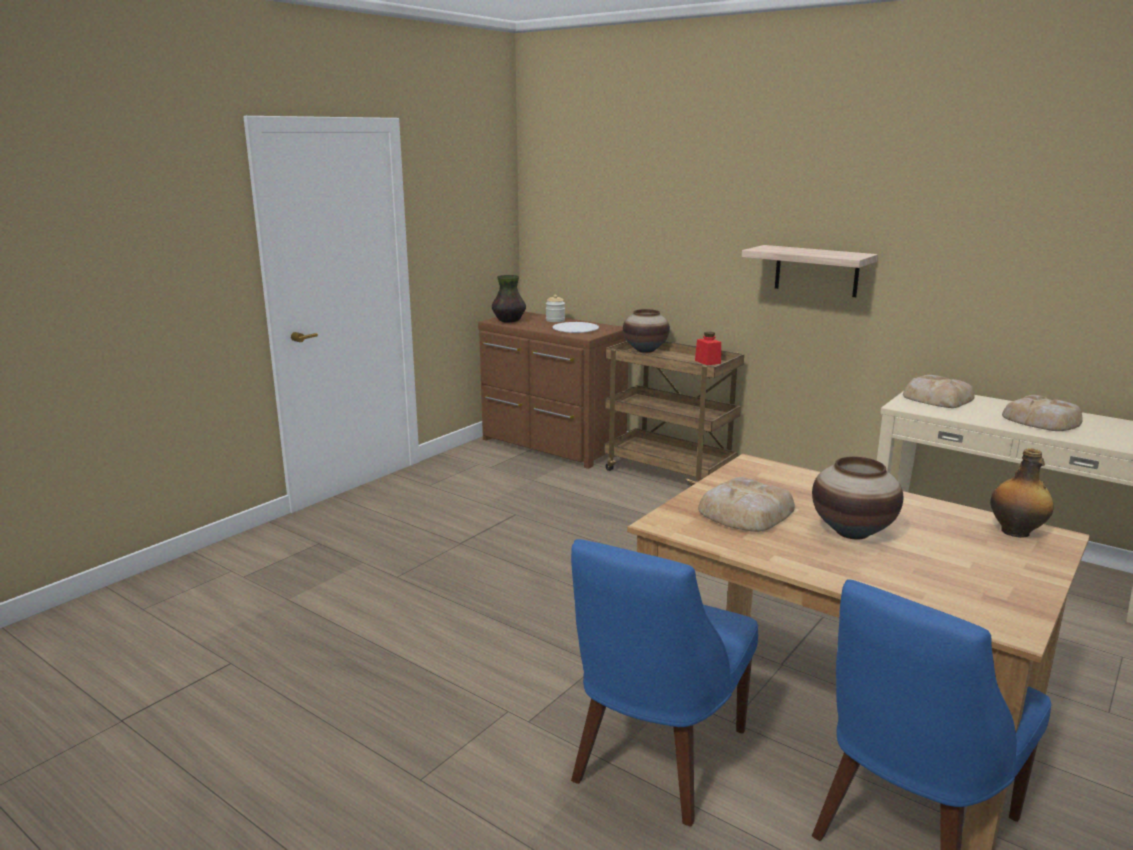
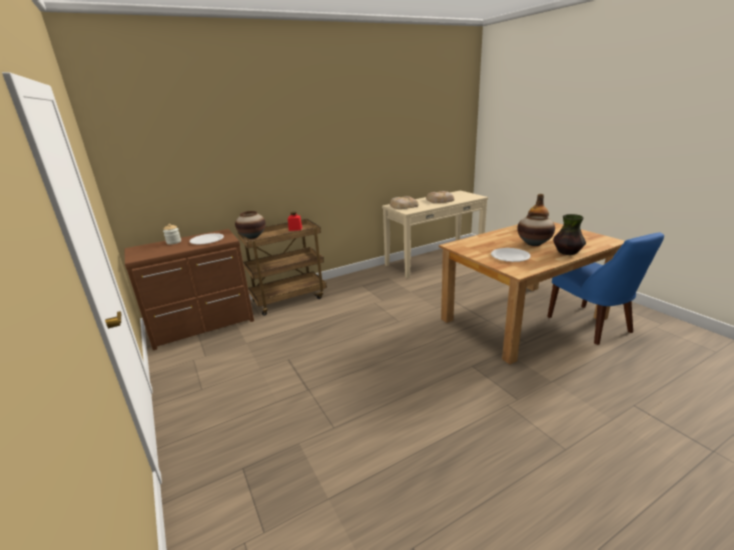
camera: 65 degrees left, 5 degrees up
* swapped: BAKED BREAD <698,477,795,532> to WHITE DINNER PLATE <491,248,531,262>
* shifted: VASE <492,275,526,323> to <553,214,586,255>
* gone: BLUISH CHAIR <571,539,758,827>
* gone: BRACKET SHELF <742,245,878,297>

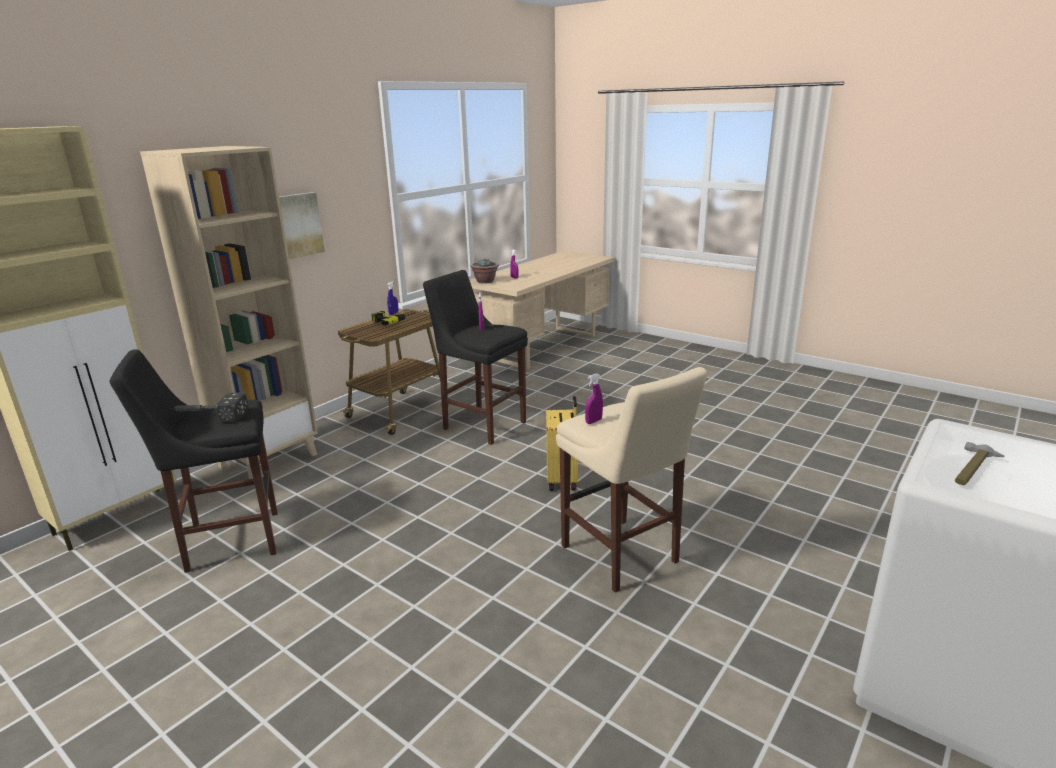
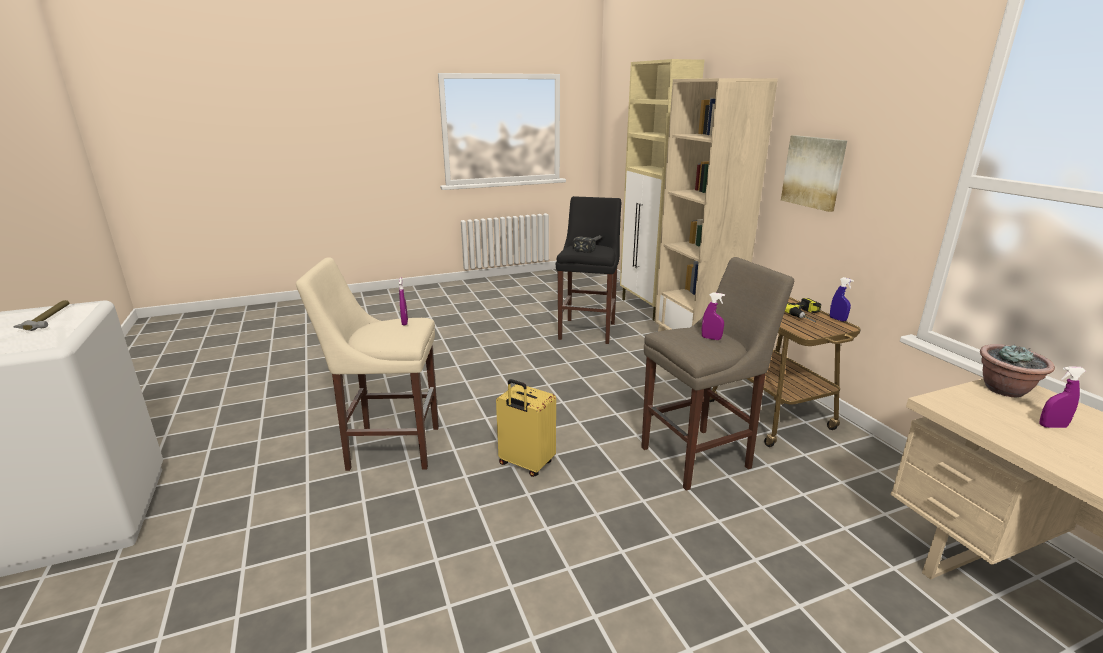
camera: 120 degrees right, 0 degrees up
* repainted: BLACK-COLOURED STOOL <423,270,528,445> to BEIGE STOOL <641,257,794,491>

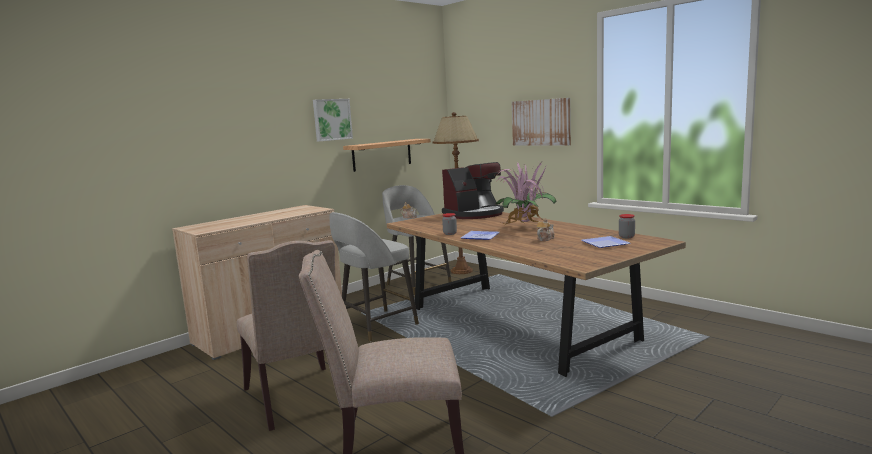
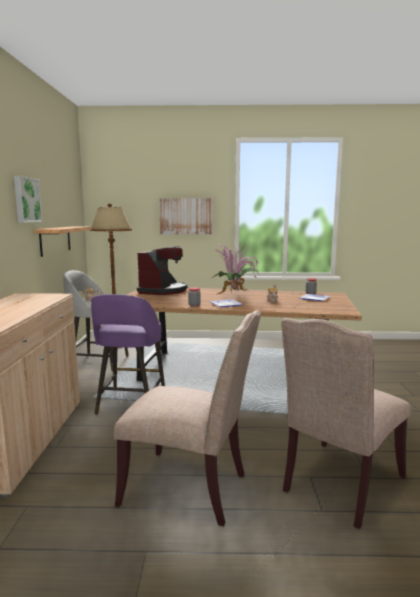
camera: 45 degrees left, 0 degrees up
* repainted: GRAY STOOL <330,212,419,342> to PURPLISH STOOL <91,294,165,415>

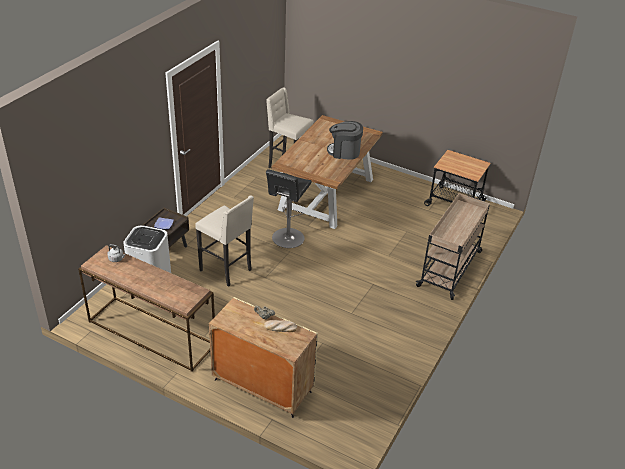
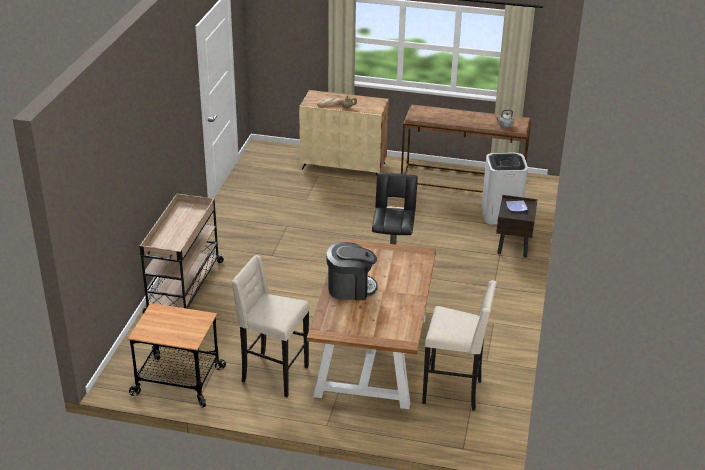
camera: 165 degrees right, 5 degrees down
* shifted: BEIGE STOOL <195,195,254,287> to <232,255,310,397>

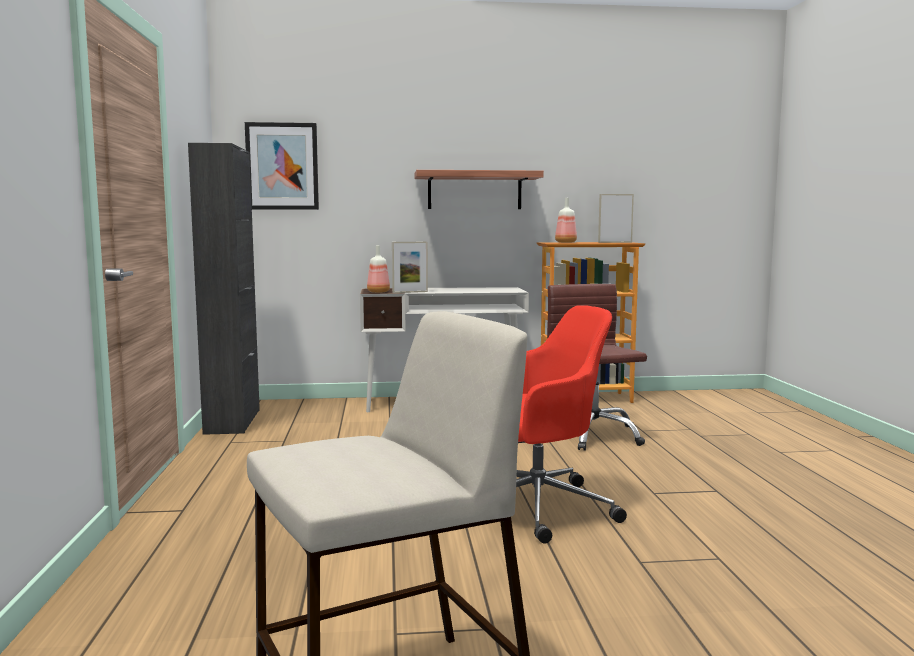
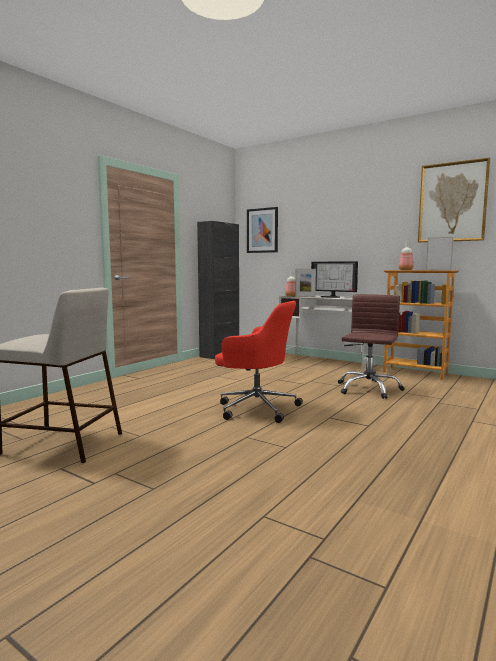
camera: 40 degrees right, 0 degrees up
* new: COMPUTER SCREEN <311,261,358,298>
* new: WALL ART <418,158,490,242>
* gone: BRACKET SHELF <415,170,544,209>

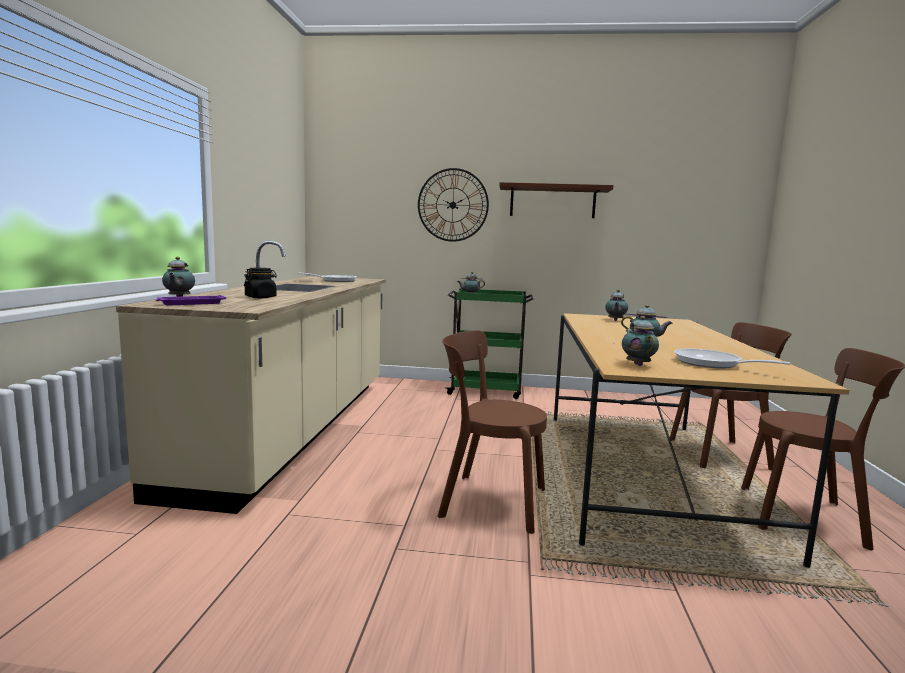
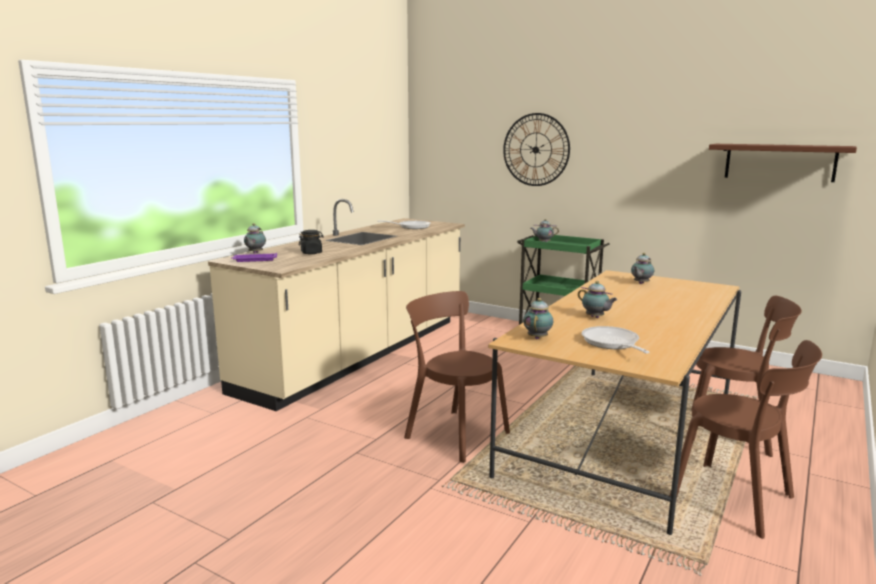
camera: 25 degrees right, 5 degrees up
* shifted: BROWN BRACKET SHELF <499,182,614,218> to <709,144,857,182>

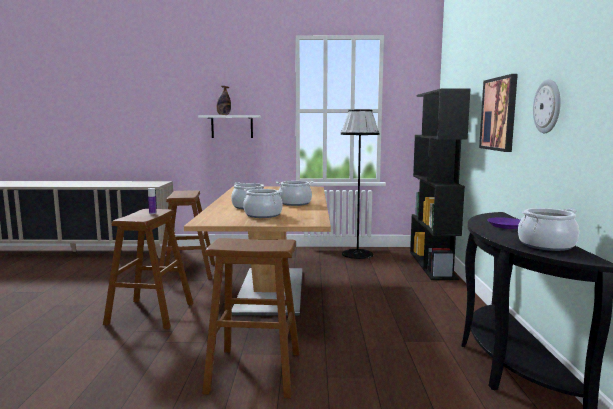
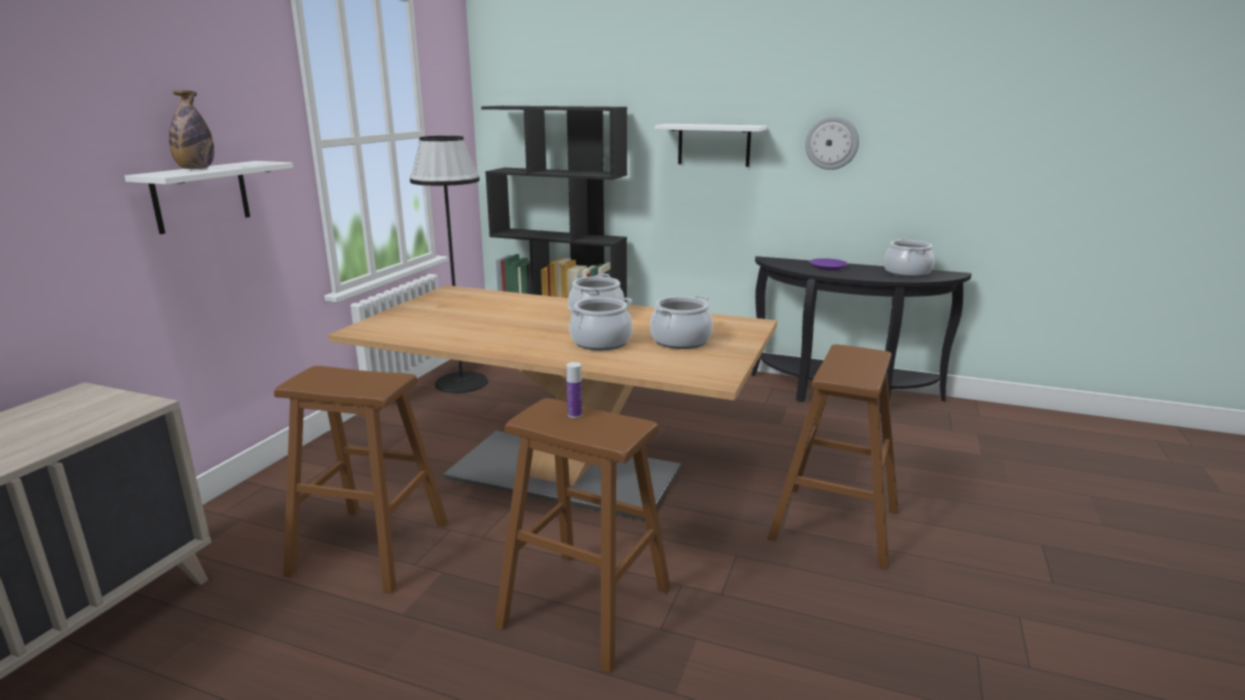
camera: 70 degrees left, 10 degrees up
* swapped: WALL ART <479,74,518,152> to WHITE BRACKET SHELF <655,124,767,167>

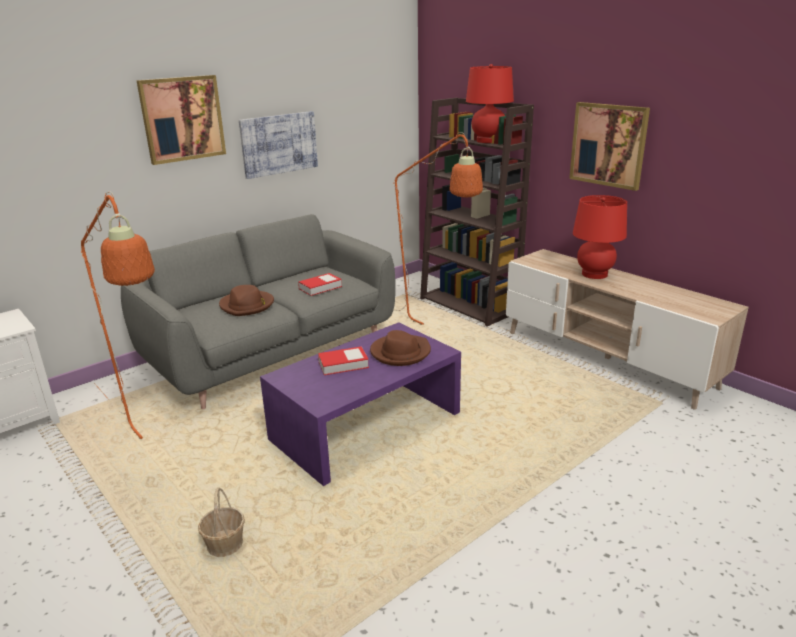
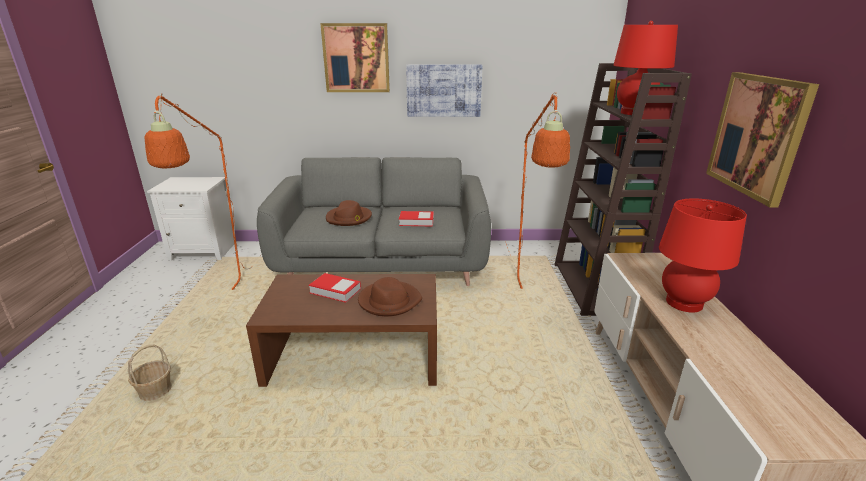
camera: 40 degrees right, 0 degrees up
* repainted: PURPLISH COFFEE TABLE <260,322,461,486> to BROWN COFFEE TABLE <246,274,437,387>

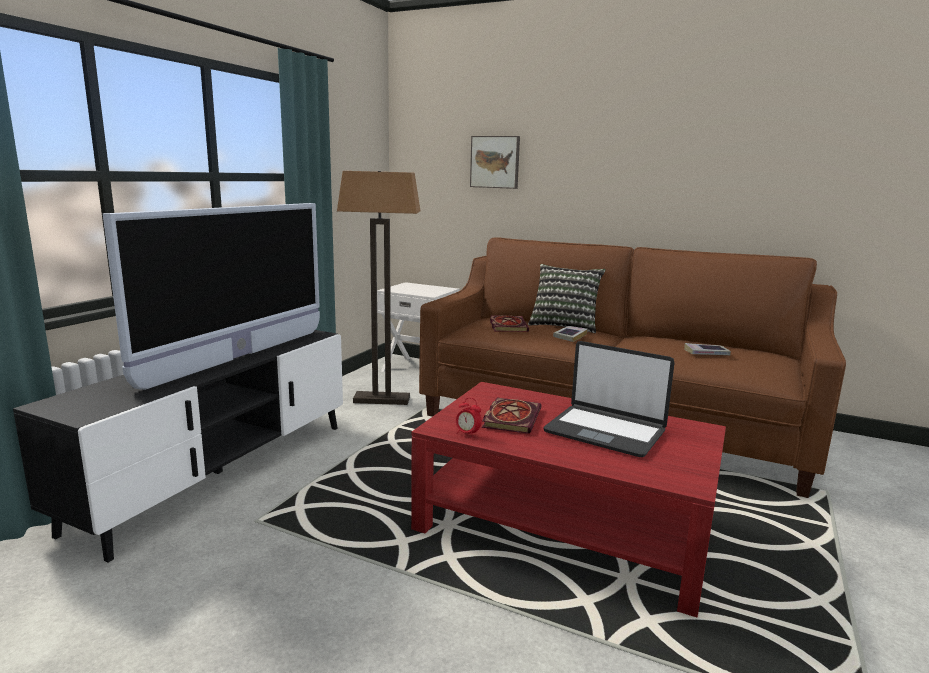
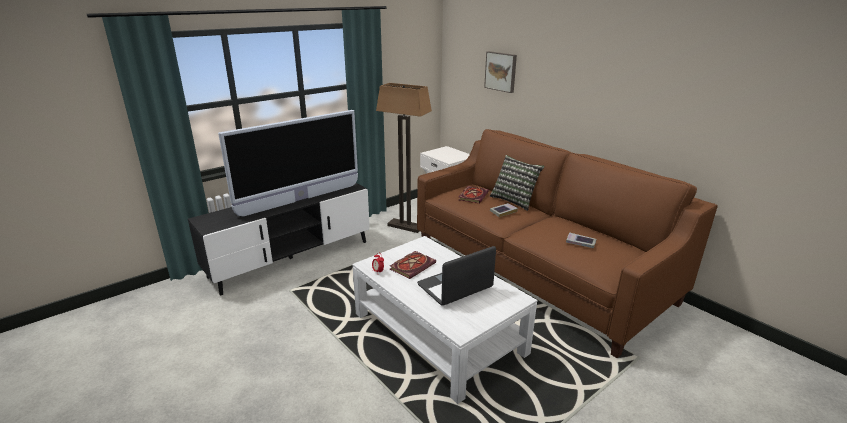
camera: 25 degrees right, 10 degrees up
* repainted: REDDISH COFFEE TABLE <411,382,726,617> to WHITE COFFEE TABLE <352,236,537,404>
* rotated: PORTABLE COMPUTER <543,341,675,457> = <417,246,496,306> 90 degrees clockwise

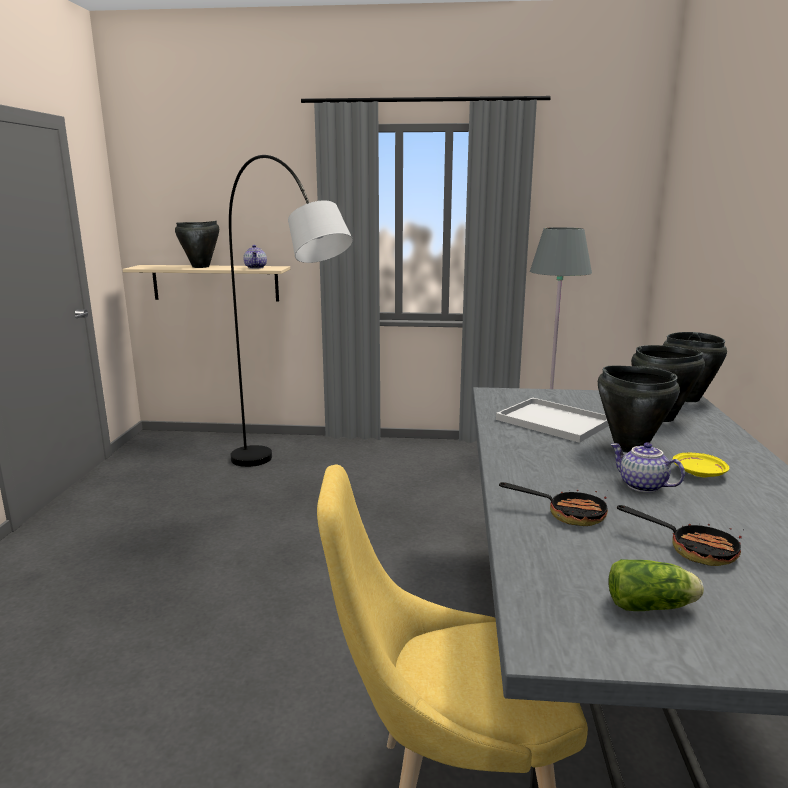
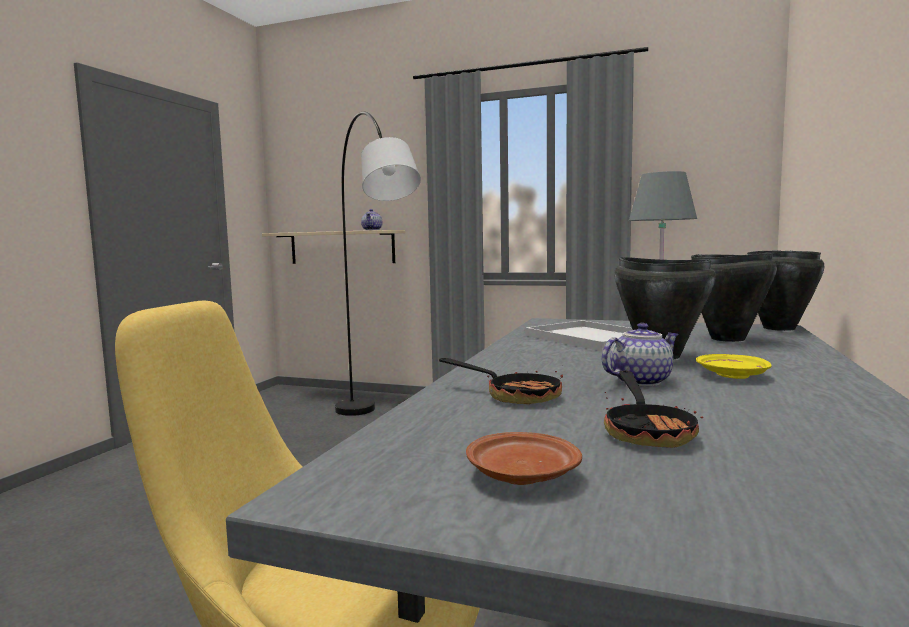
camera: 15 degrees right, 10 degrees down
* swapped: HEAD OF LETTUCE <608,559,704,611> to BROWN DINNER PLATE <466,432,582,485>
* rotated: TEA POT <611,442,685,493> = <602,323,679,386> 90 degrees clockwise
* rotated: SKILLET <617,505,742,566> = <604,370,703,448> 45 degrees clockwise
* gone: BLACK-COLOURED COOKING POT <175,221,219,268>

